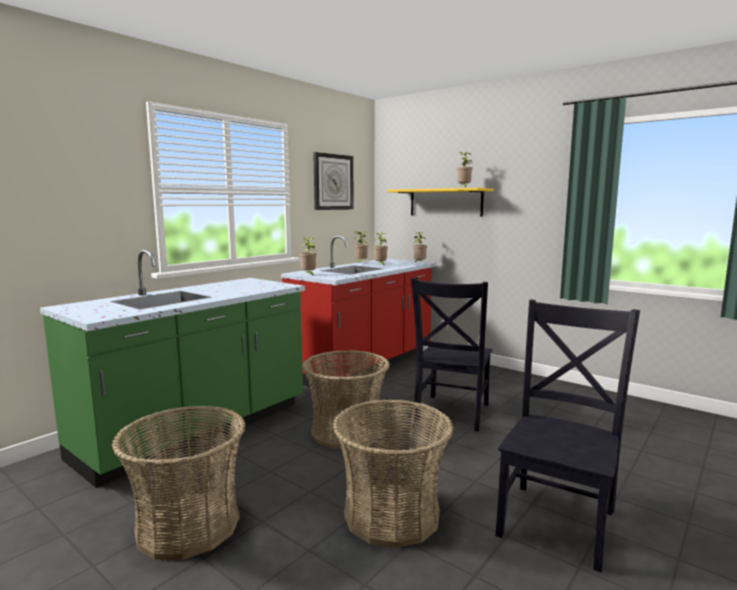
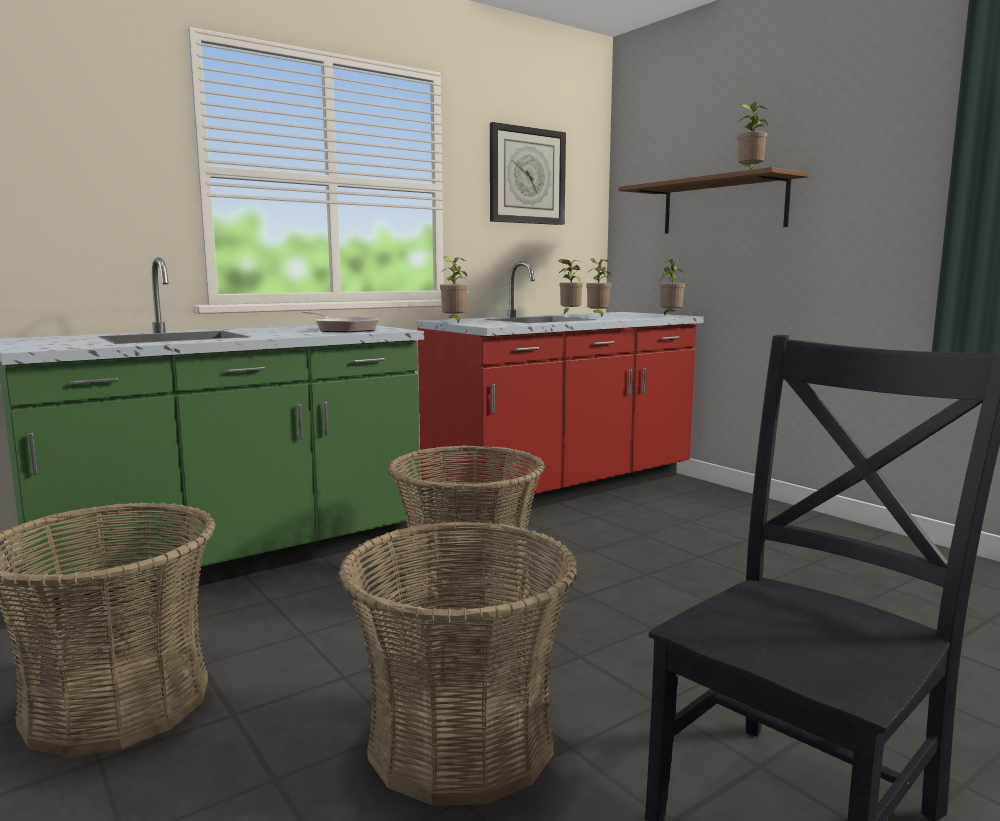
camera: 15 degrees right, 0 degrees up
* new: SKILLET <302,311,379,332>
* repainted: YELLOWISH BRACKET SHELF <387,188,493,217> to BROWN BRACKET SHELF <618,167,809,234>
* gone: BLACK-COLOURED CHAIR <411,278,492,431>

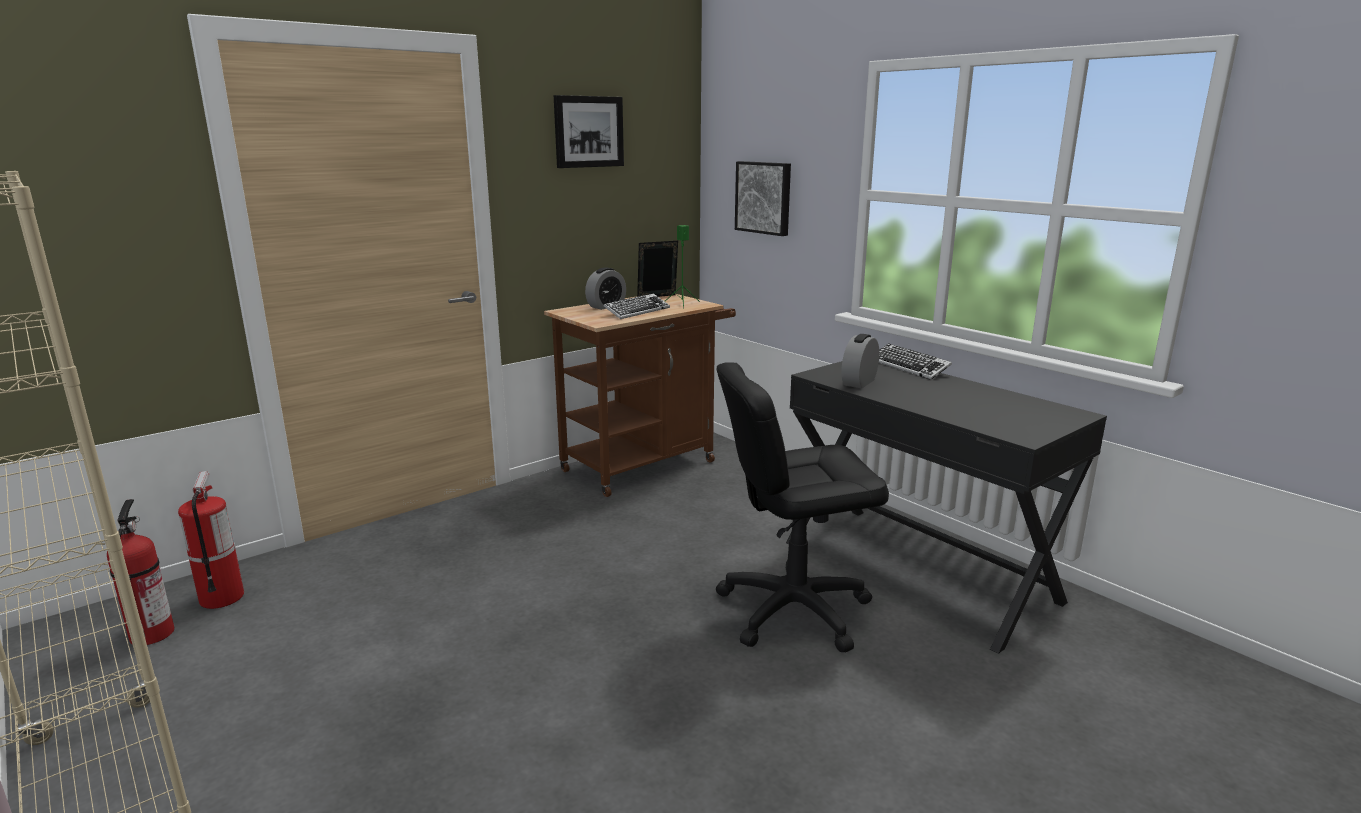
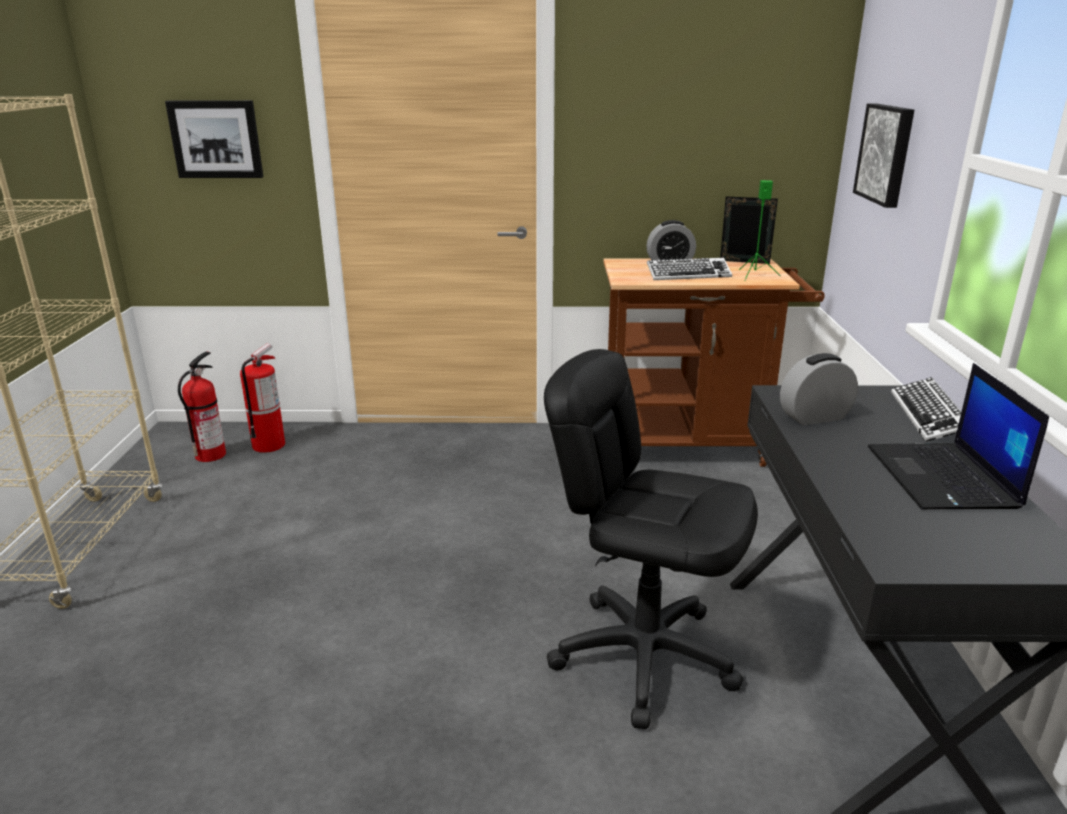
camera: 40 degrees right, 5 degrees up
* shifted: WALL ART <554,95,624,168> to <165,100,263,178>
* new: PORTABLE COMPUTER <868,363,1049,509>

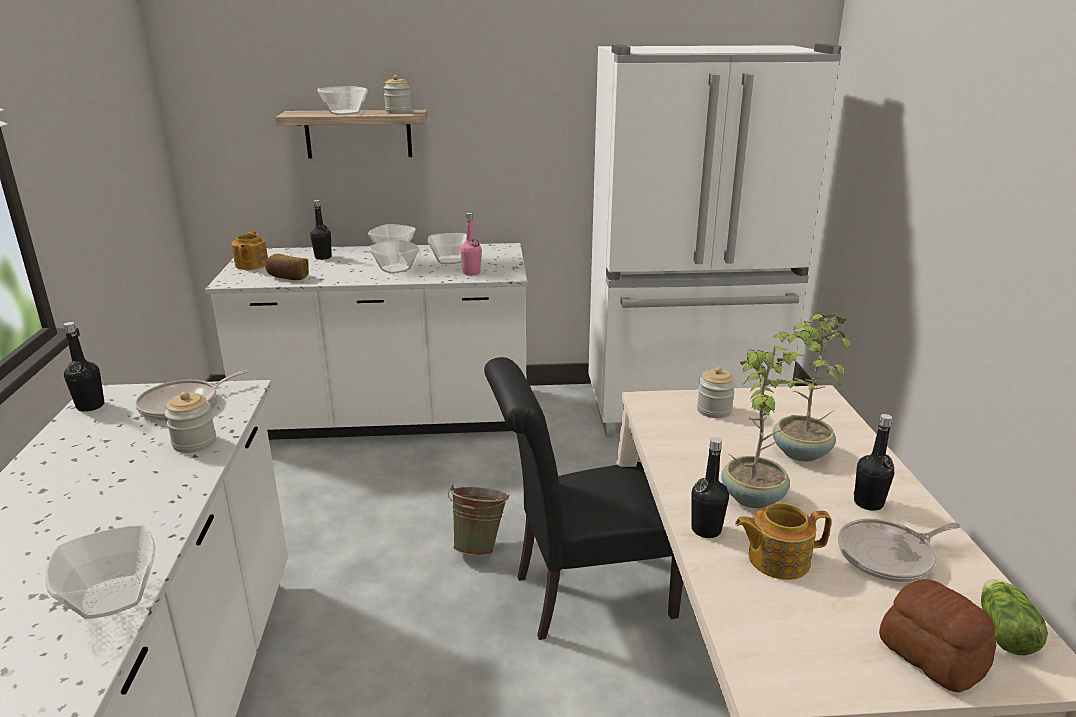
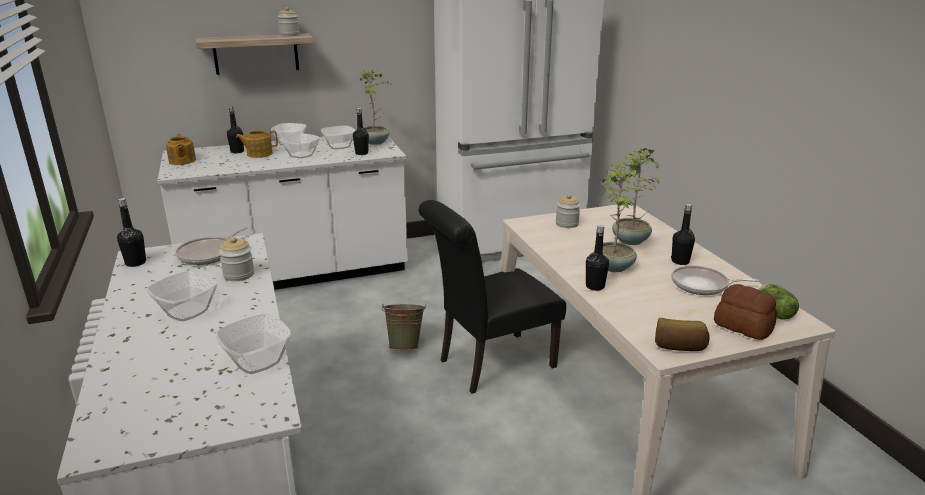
camera: 15 degrees left, 0 degrees up
* shifted: BOWL <317,86,368,115> to <147,271,218,321>
* shifted: TEA POT <735,503,832,580> to <236,130,278,158>
* repainted: PINK-COLOURED BOTTLE <460,213,482,276> to BLACK-COLOURED BOTTLE <353,108,369,155>
* new: PLANT IN A POT <360,69,391,145>
* shifted: BAKED BREAD <265,254,309,280> to <655,318,710,351>
* rotated: SKILLET <838,519,961,582> = <671,266,759,295> 45 degrees clockwise

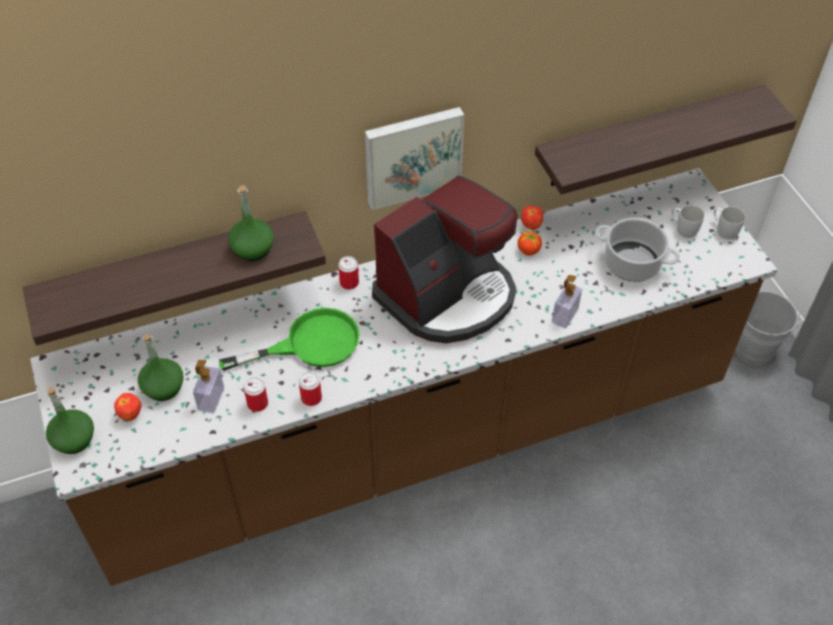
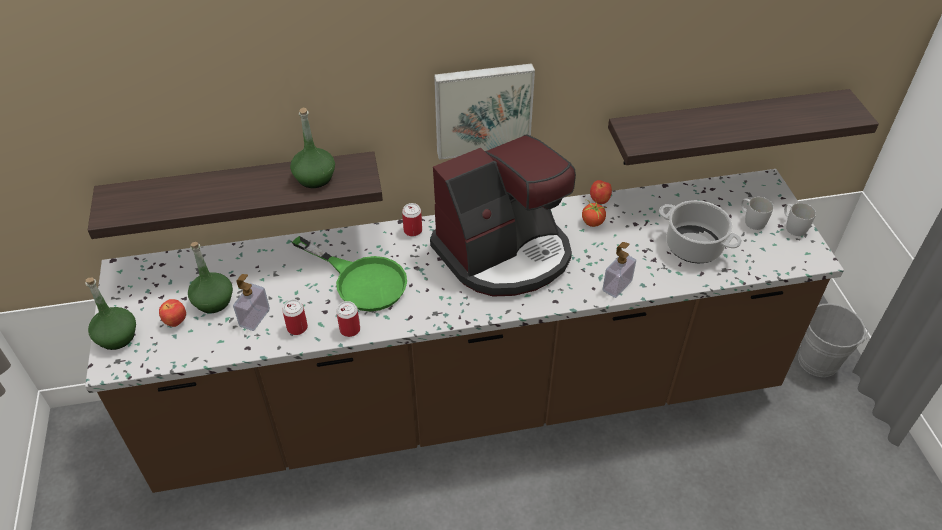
camera: 10 degrees right, 5 degrees down
* rotated: GREEN-COLOURED SKILLET <219,308,360,371> = <292,236,407,312> 45 degrees clockwise

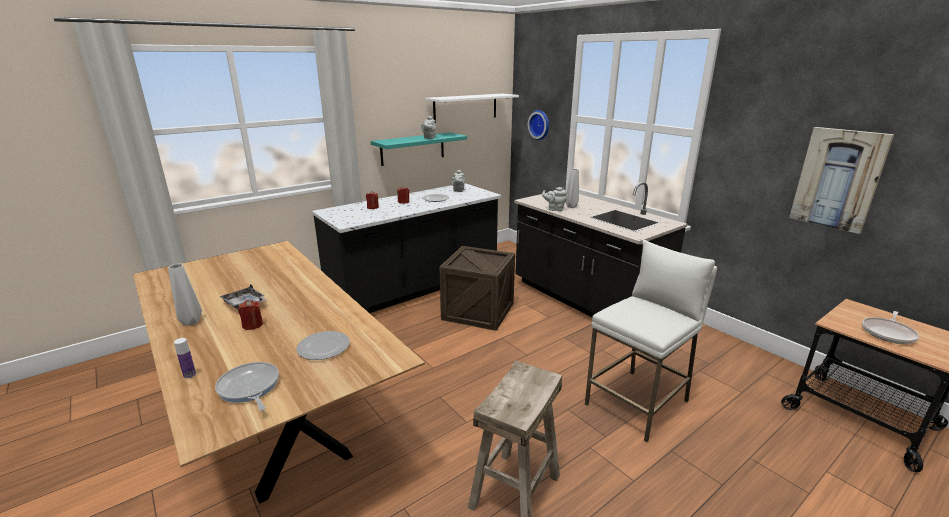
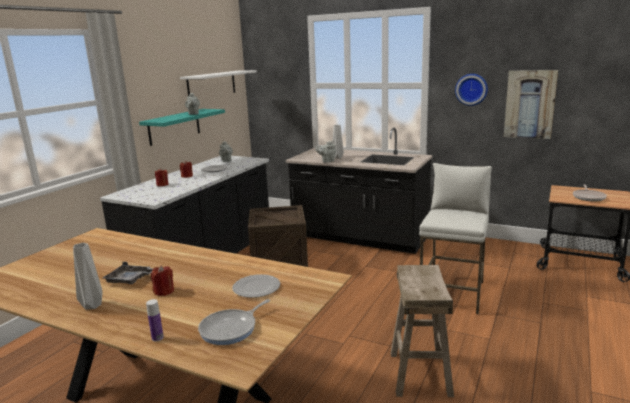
camera: 25 degrees left, 5 degrees down
* rotated: SKILLET <215,362,279,411> = <198,299,270,345> 75 degrees counterclockwise
* shifted: HANGING CLOCK <528,110,549,140> to <455,74,488,106>

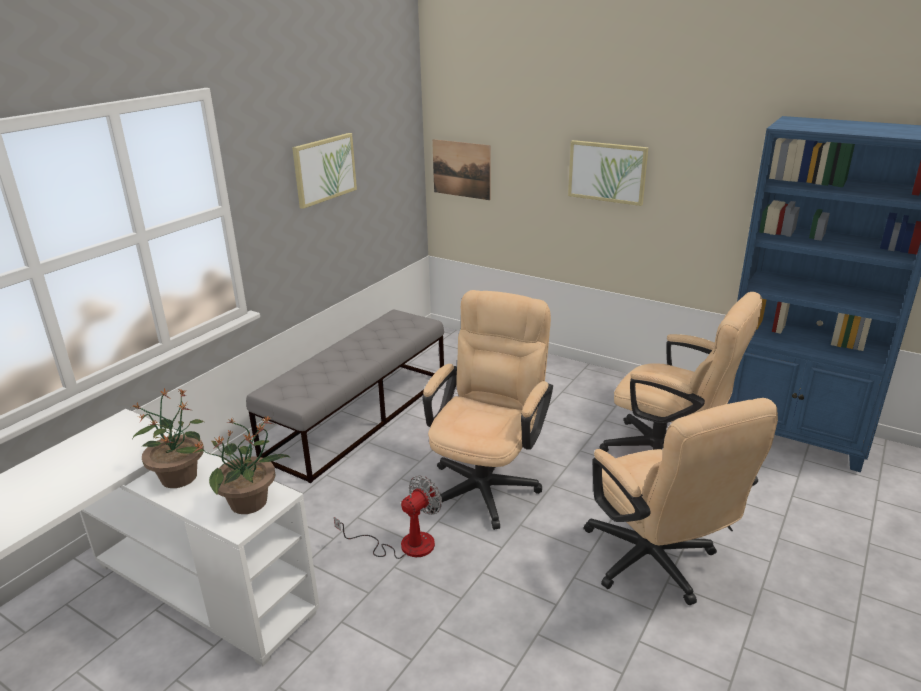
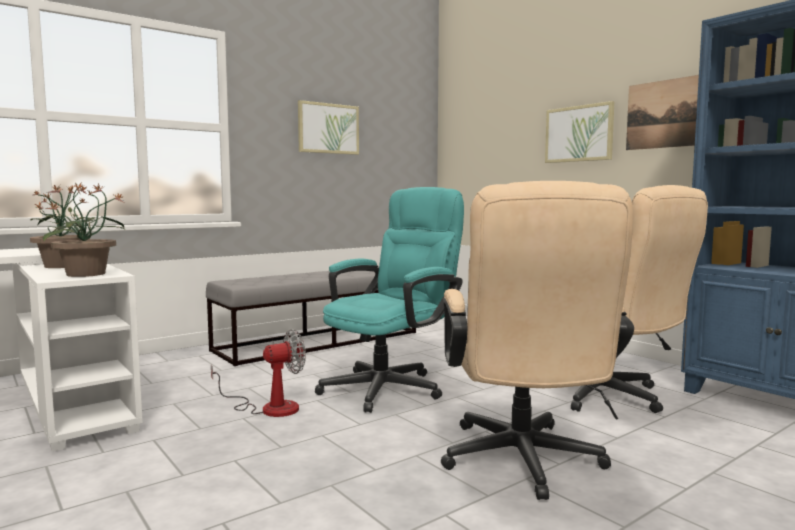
camera: 20 degrees right, 20 degrees down
* repainted: BEIGE COMPUTER CHAIR <423,290,553,530> to TURQUOISE COMPUTER CHAIR <315,187,464,413>
* shifted: WALL ART <432,139,490,200> to <626,75,699,150>

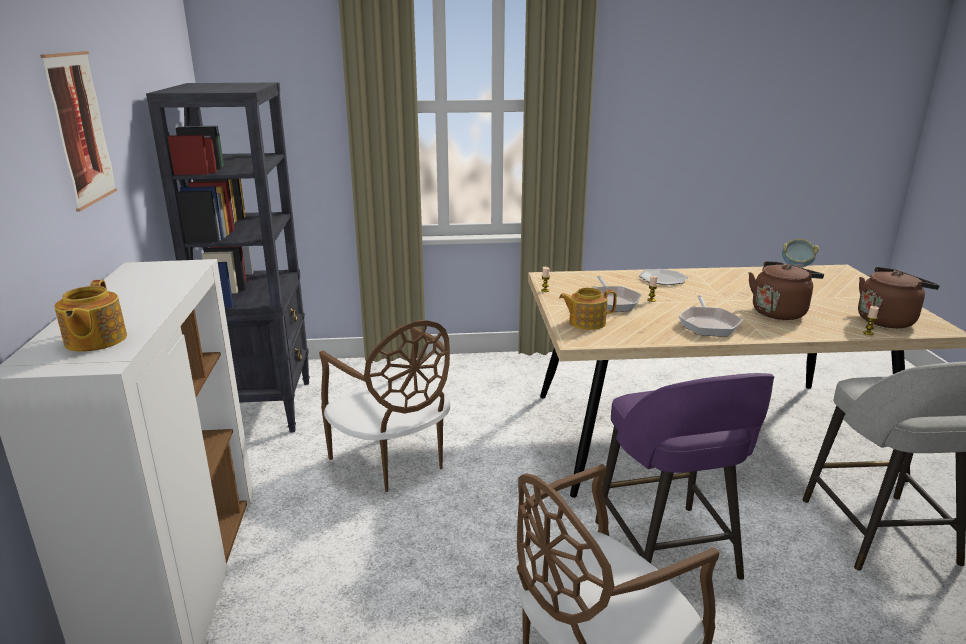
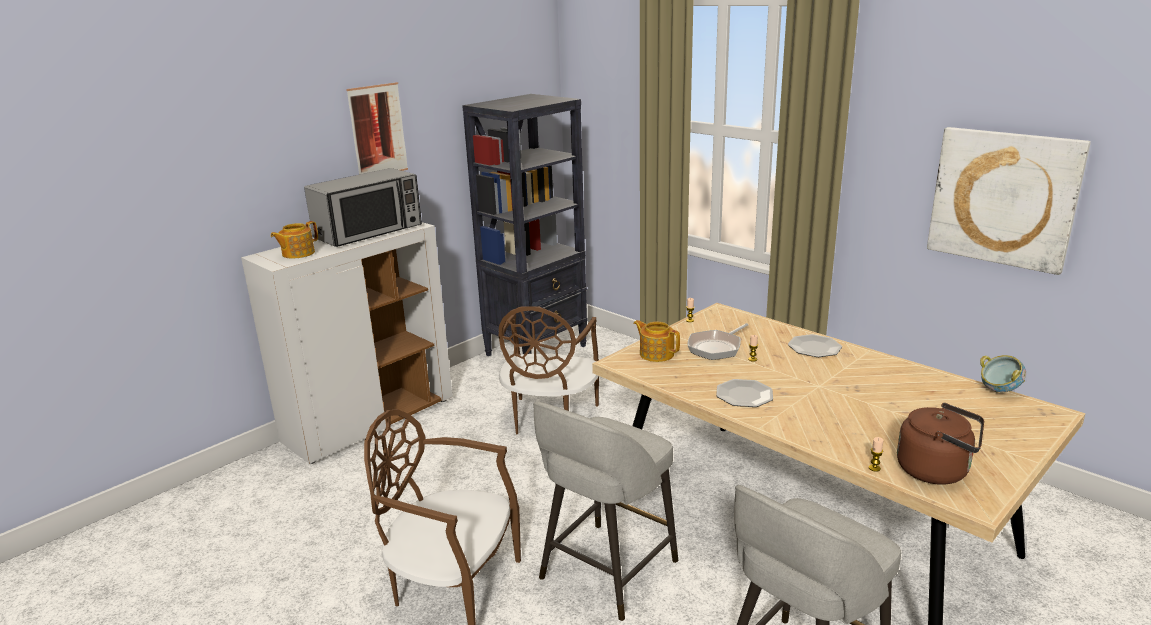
camera: 50 degrees right, 0 degrees up
* new: MICROWAVE <304,168,422,247>
* repainted: PURPLISH STOOL <595,373,774,580> to GRAY STOOL <533,401,678,621>
* swapped: SKILLET <679,295,743,336> to DINNER PLATE <716,379,773,407>
* new: WALL ART <927,127,1091,275>
* gone: BROWN TEA KETTLE <749,261,824,320>

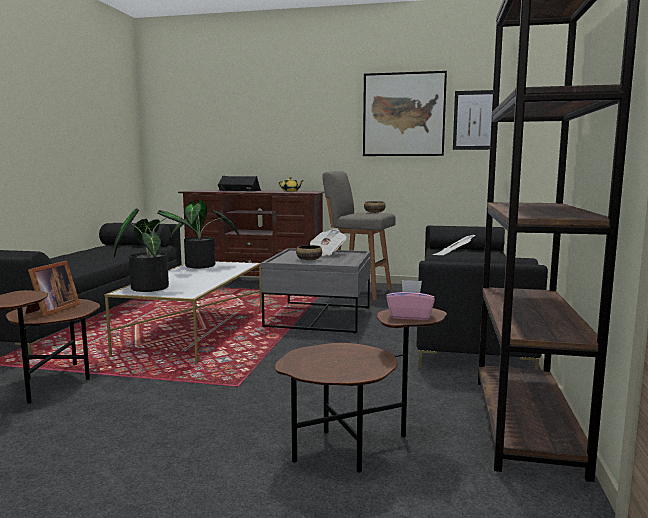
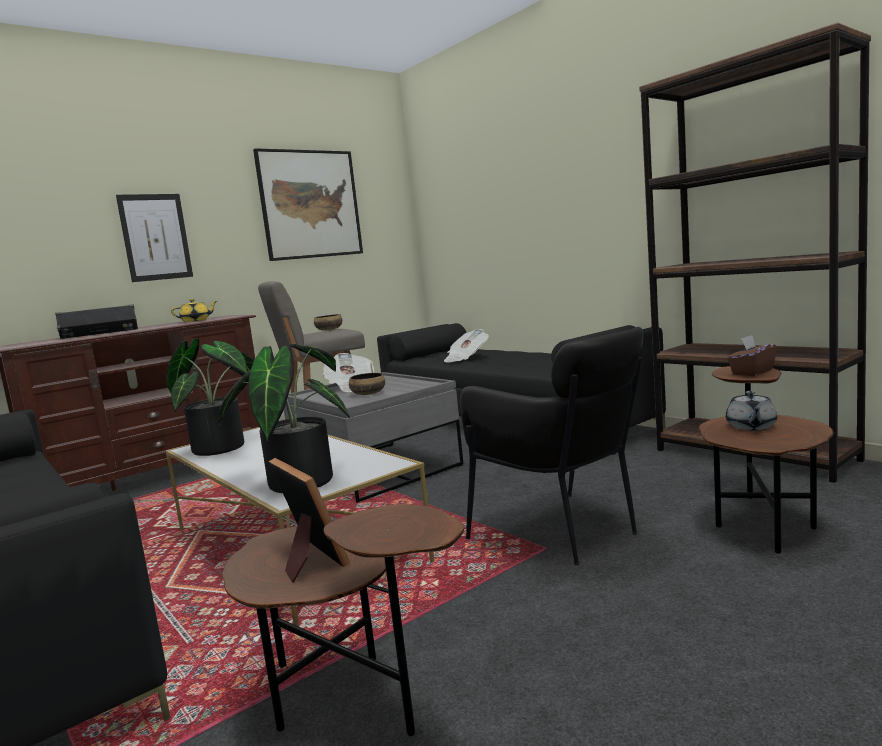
camera: 50 degrees left, 0 degrees up
* shifted: WALL ART <453,90,493,150> to <116,194,193,282>
* new: BLACK-COLOURED ARMCHAIR <460,327,643,565>
* new: GRAY TEA POT <726,391,777,430>
* repainted: PINK-COLOURED BOX OF TISSUES <386,280,435,320> to BROWN BOX OF TISSUES <727,335,777,376>

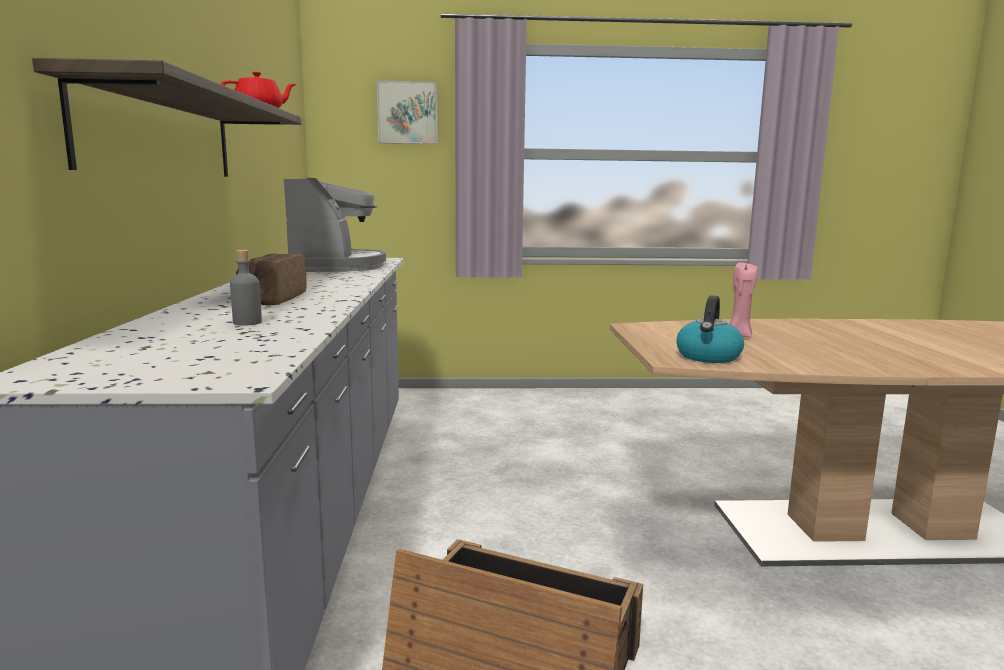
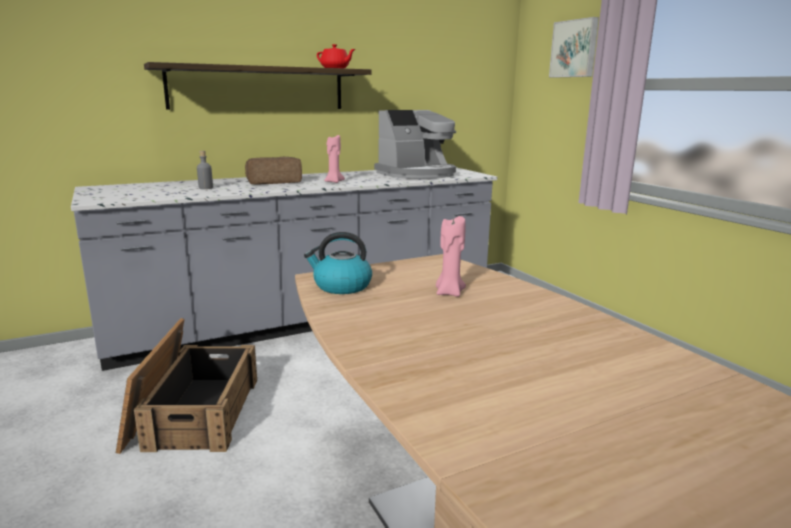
camera: 65 degrees right, 5 degrees up
* new: PINK-COLOURED WAX LIGHT <324,135,345,183>

